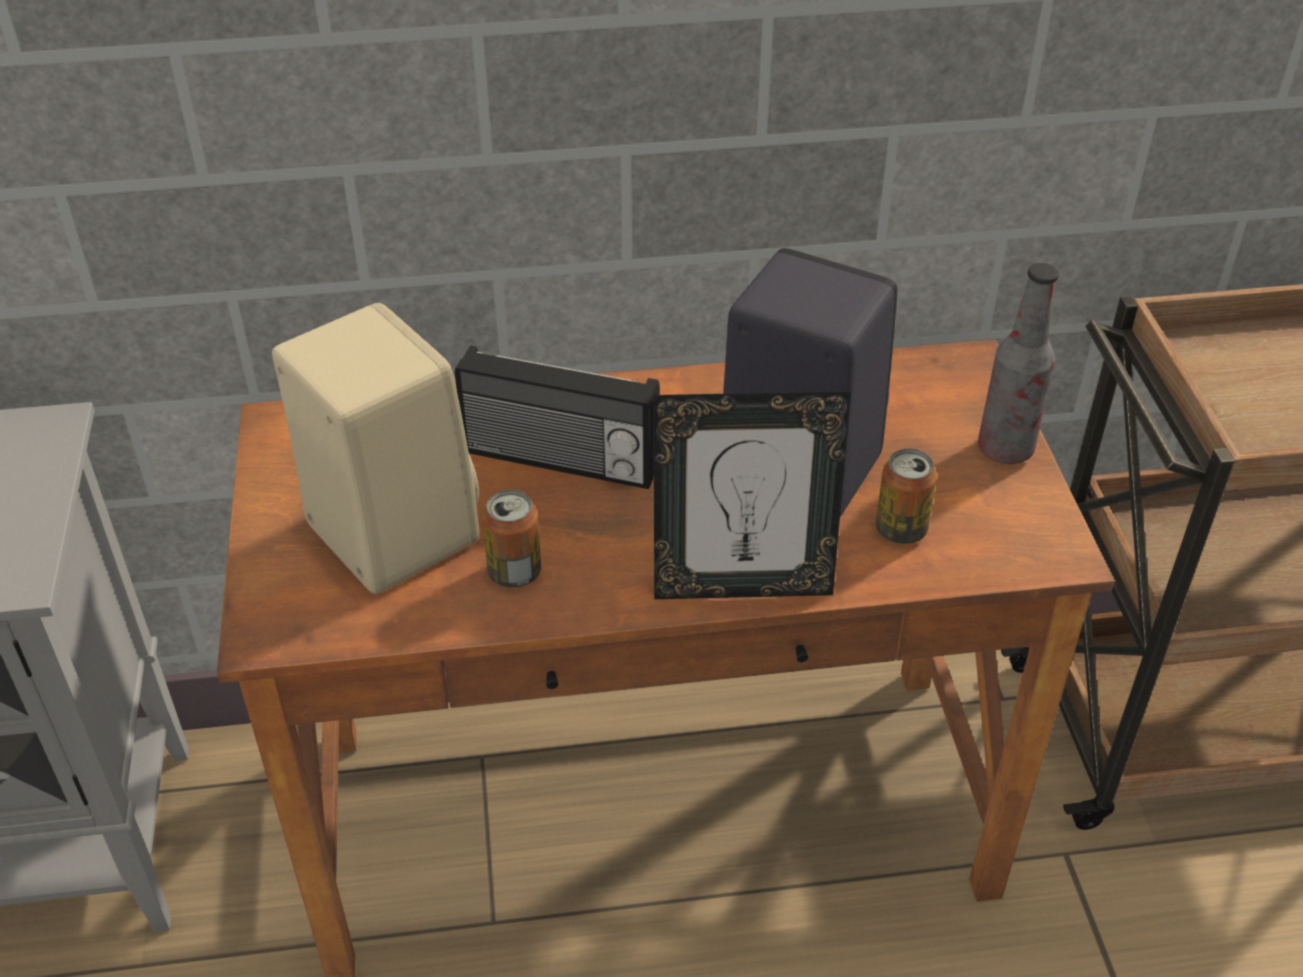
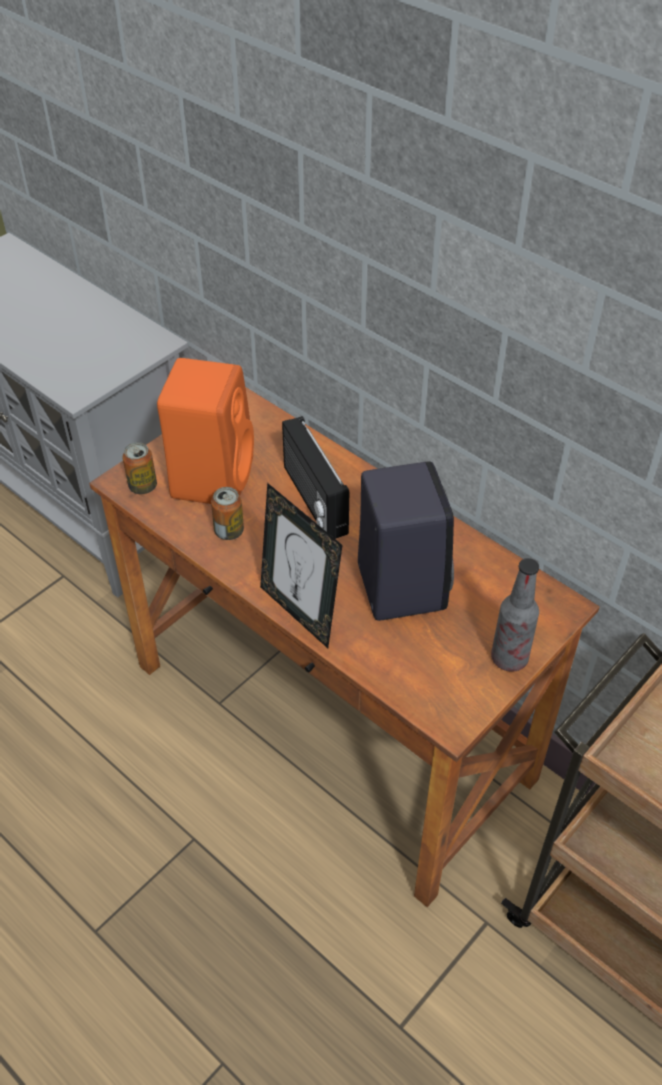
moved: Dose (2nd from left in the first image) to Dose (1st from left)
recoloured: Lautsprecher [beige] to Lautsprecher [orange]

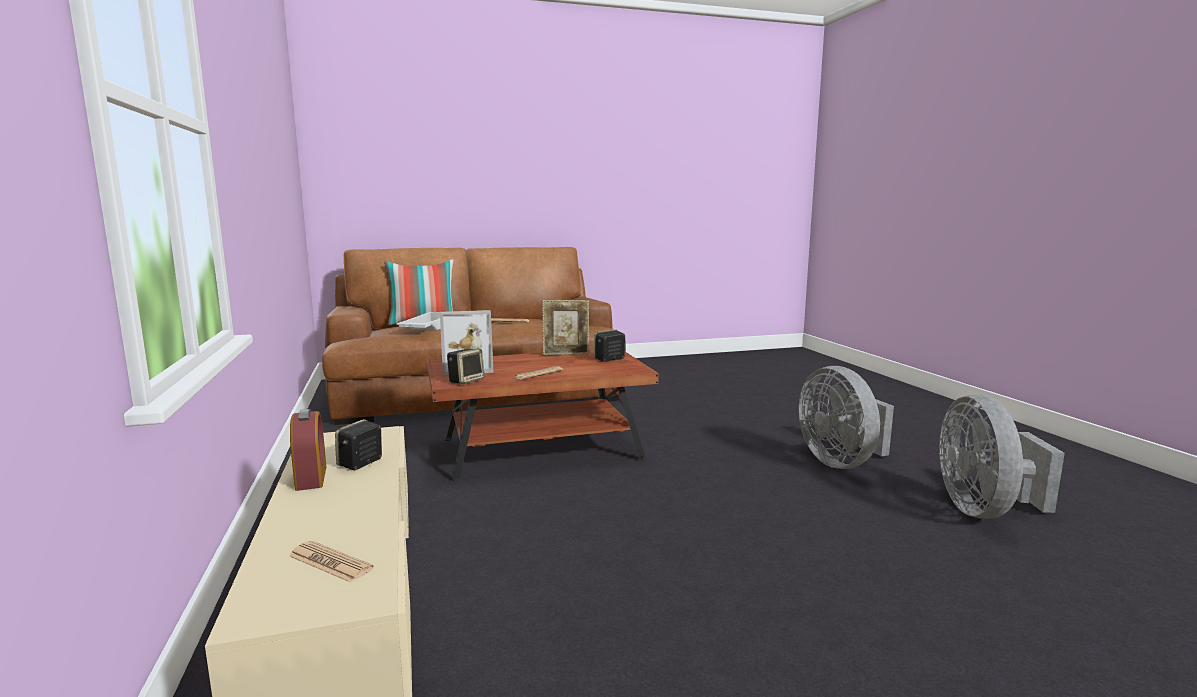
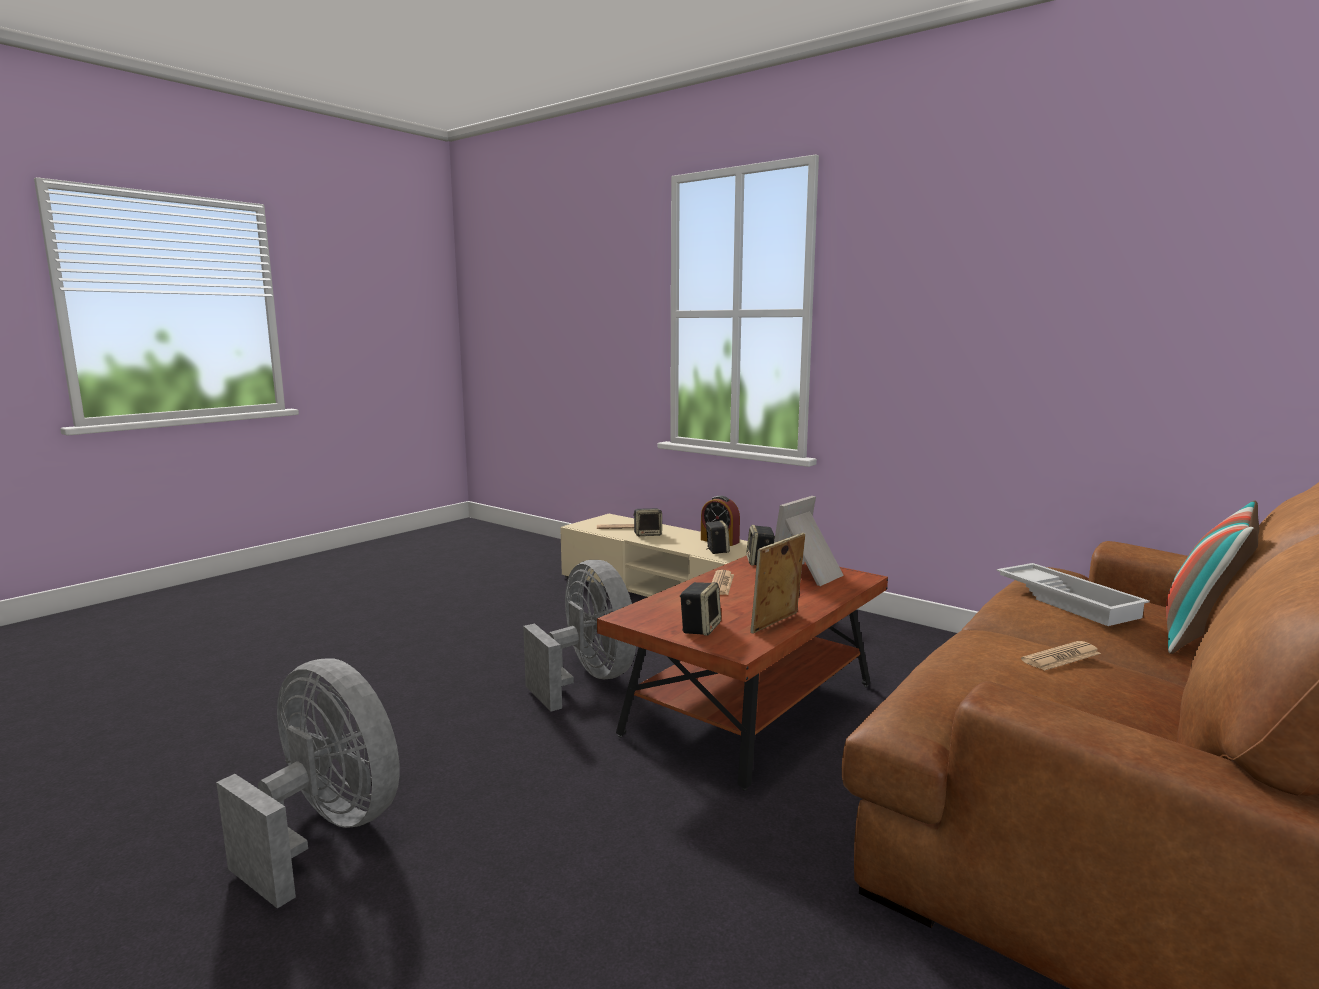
added: Lautsprecher (1st from left)
moved: Ventilator [grau] (2nd from left)

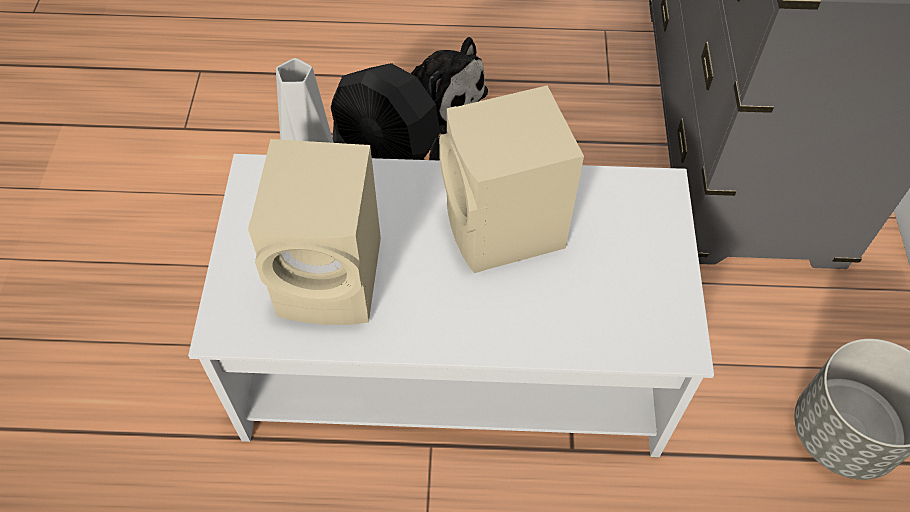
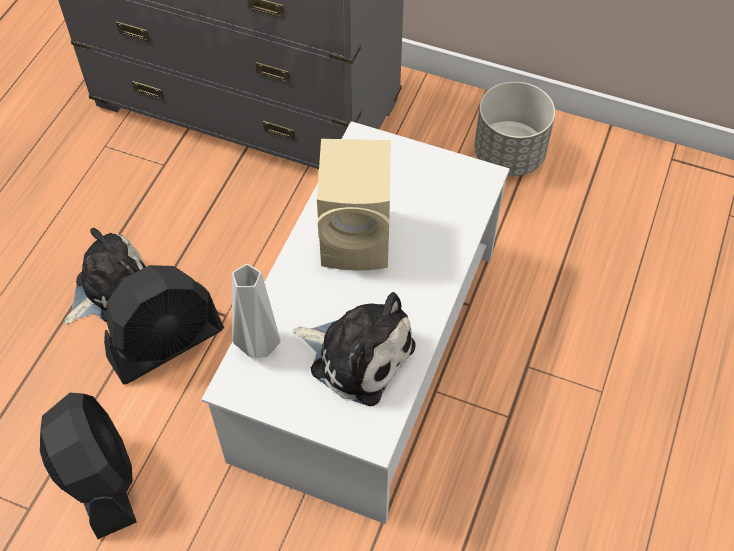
added: Ventilator [schwarz] (1st from left)
replaced: Lautsprecher [beige] (1st from left) to Plüschtier (2nd from left)

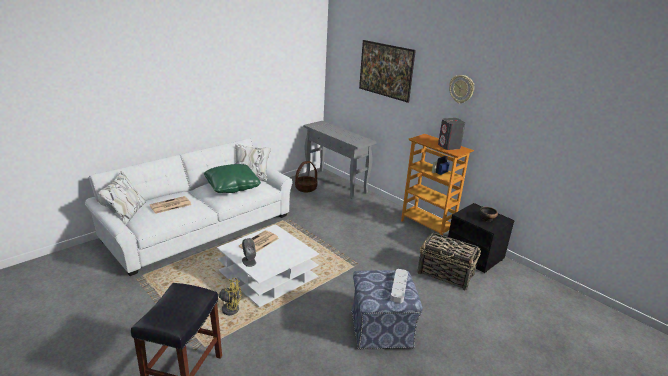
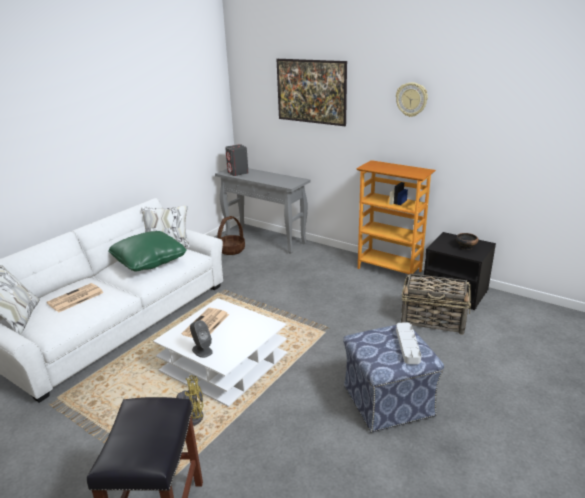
moved: Lautsprecher [grau] (2nd from left)

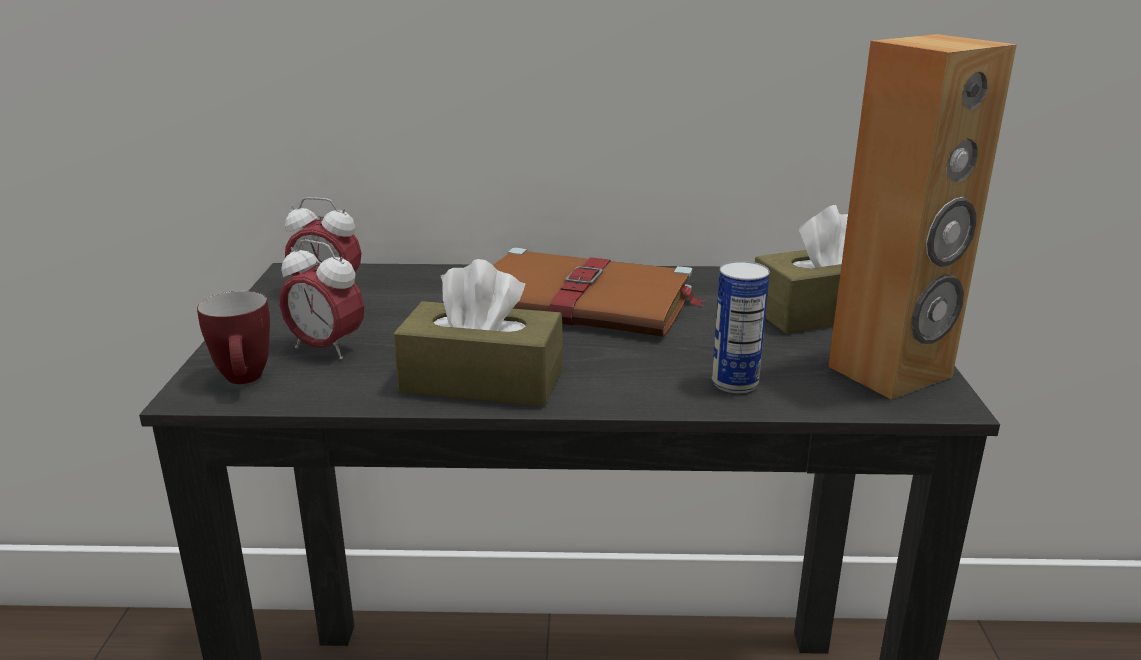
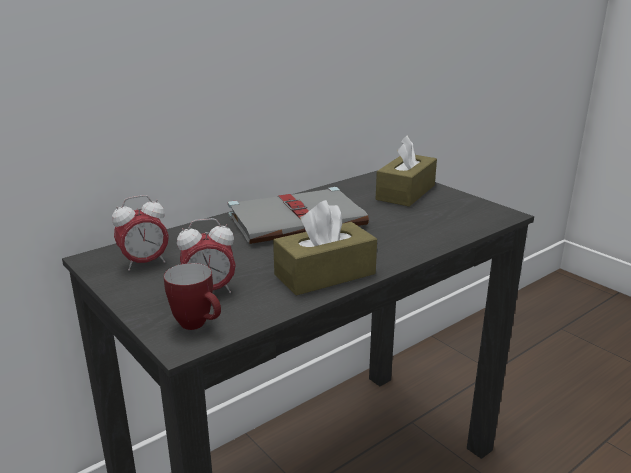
removed: Dose; Lautsprecher [braun]
recoloured: Buch [braun] to Buch [grau]

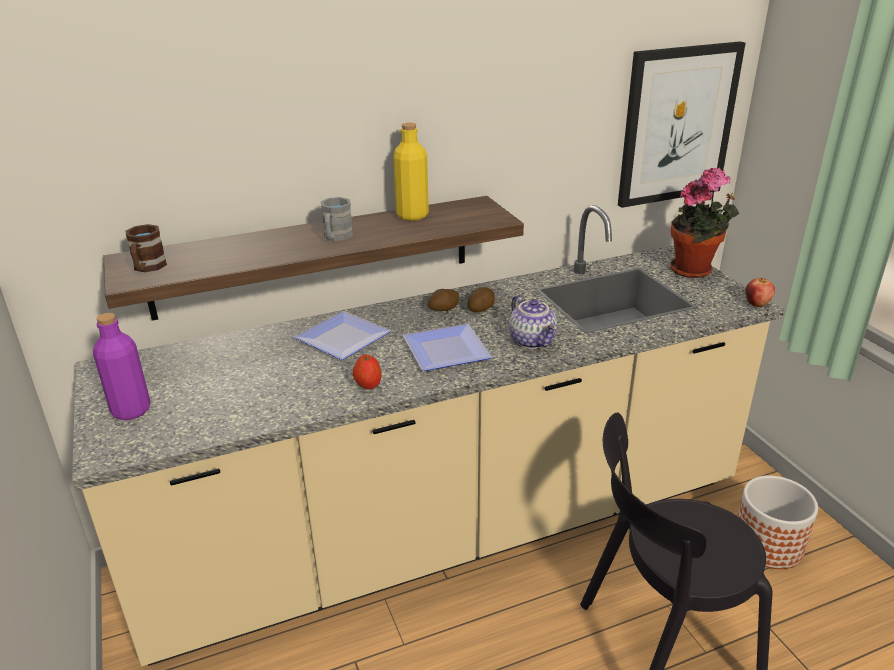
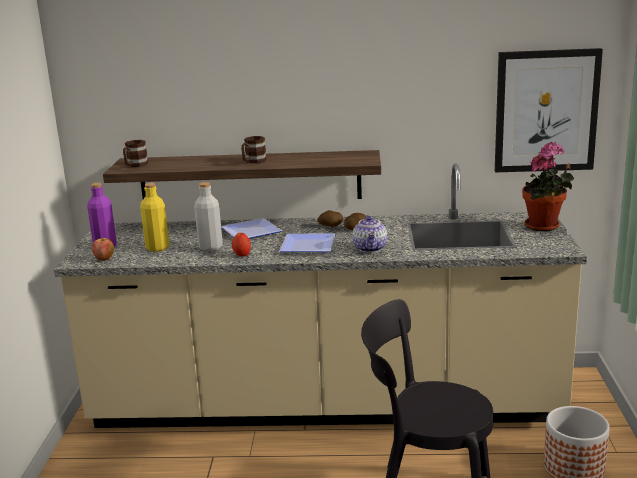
added: Flasche [grau]
moved: Flasche [gelb]; Apfel (2nd from left in the first image) to Apfel (1st from left)
recoloured: Henkelbecher [grau] to Henkelbecher [braun] (2nd from left)

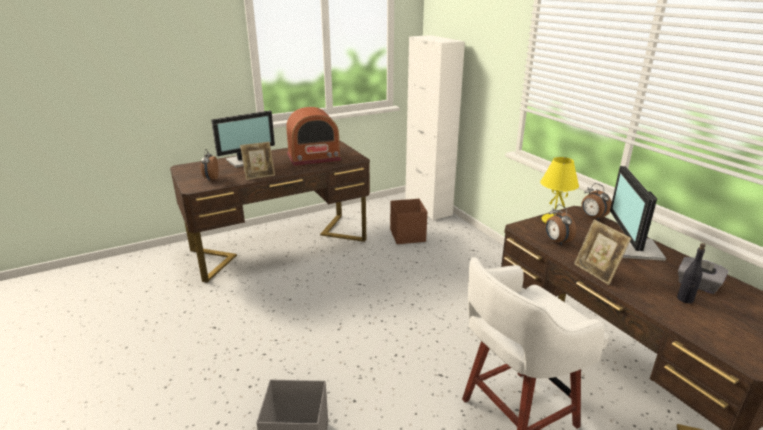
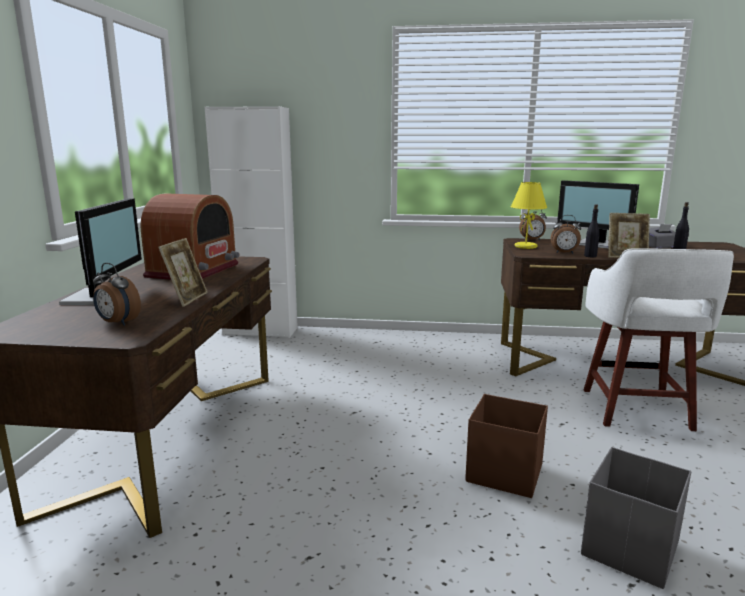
added: Flasche [schwarz] (1st from left)
moved: Aufbewahrungsbox [braun]

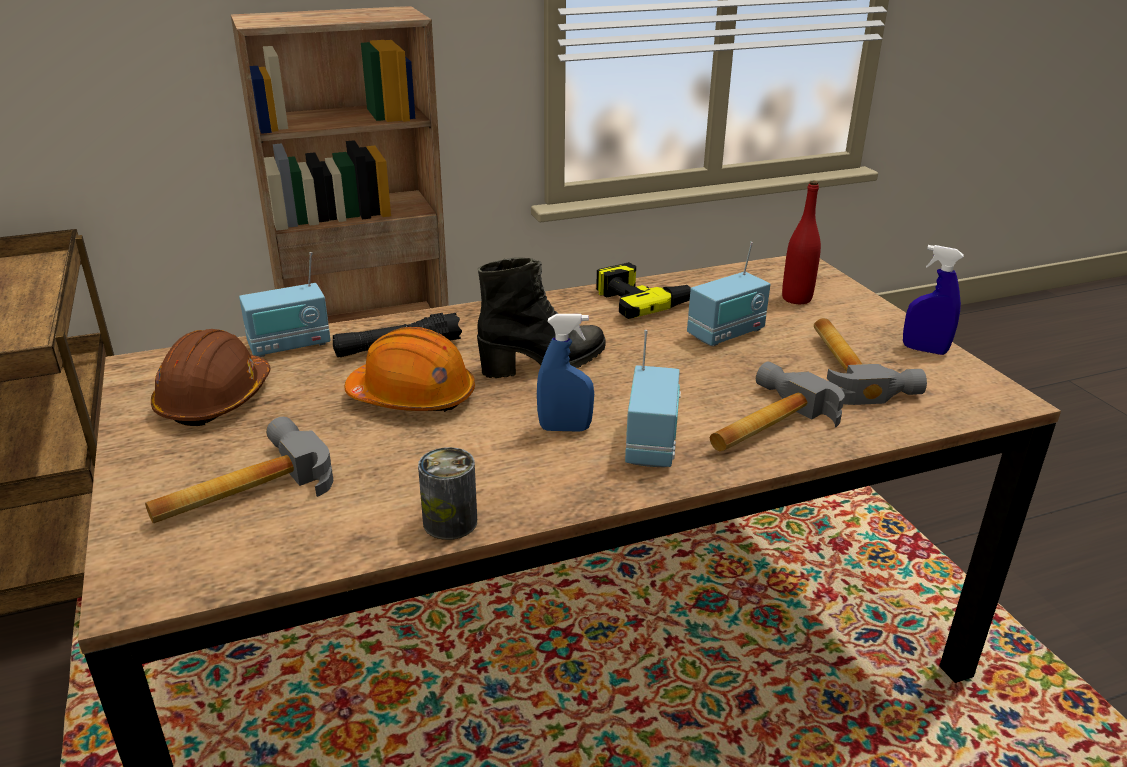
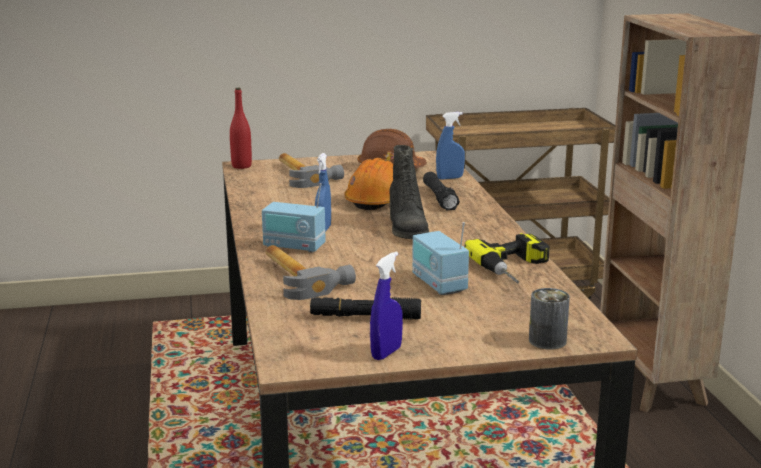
moved: Dose; Flasche [rot]
replaced: Radio (1st from left) to Sprühflasche [blau] (3rd from left); Hammer (3rd from left) to Taschenlampe [schwarz] (1st from left)

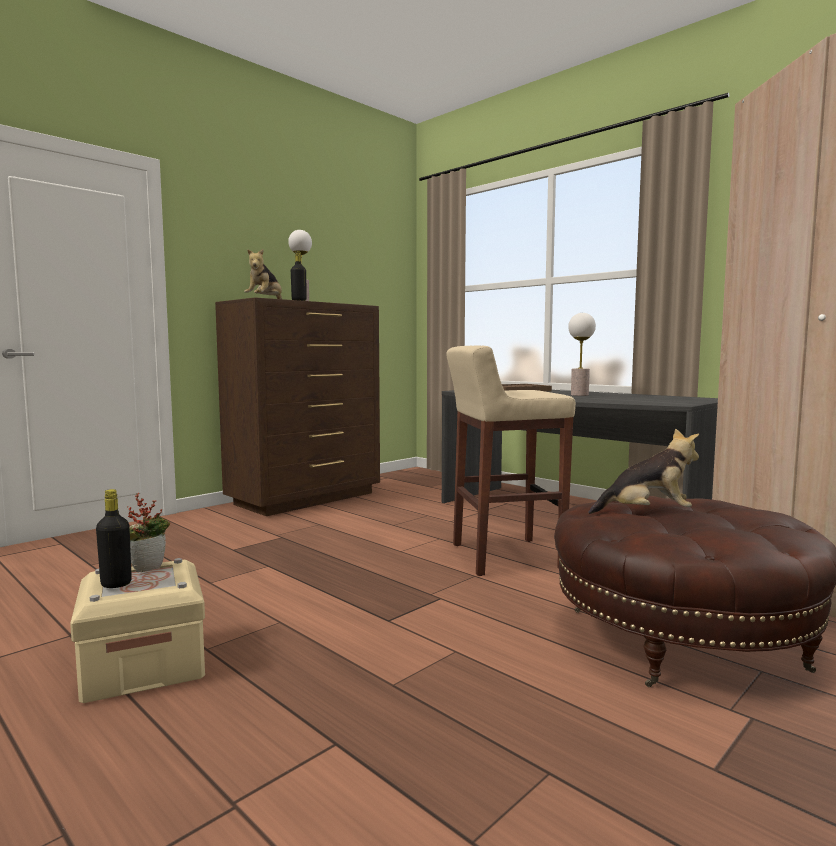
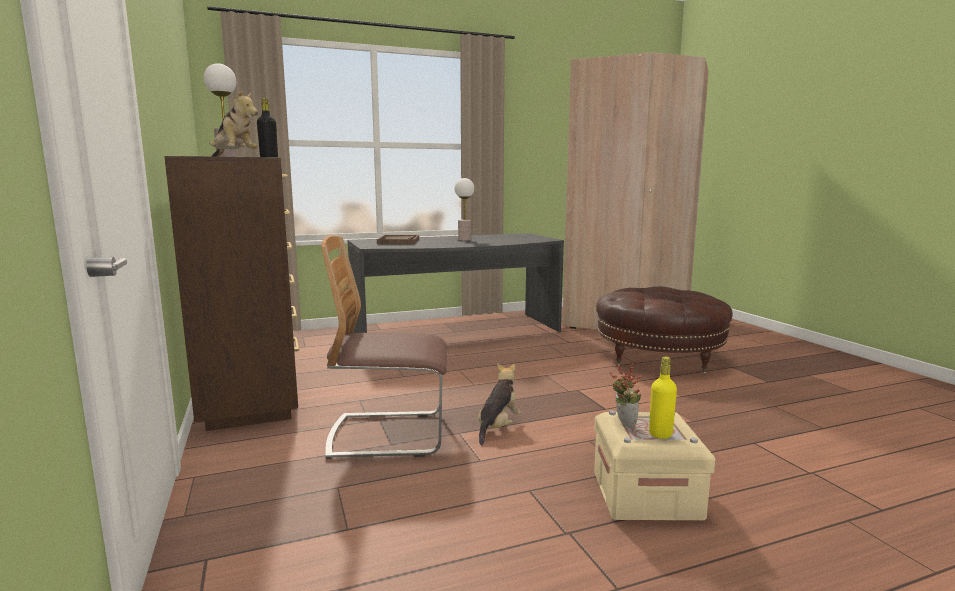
removed: Hocker [beige]
added: Stuhl
moved: Plüschtier (2nd from left)
recoloured: Flasche [schwarz] (1st from left) to Flasche [gelb]

